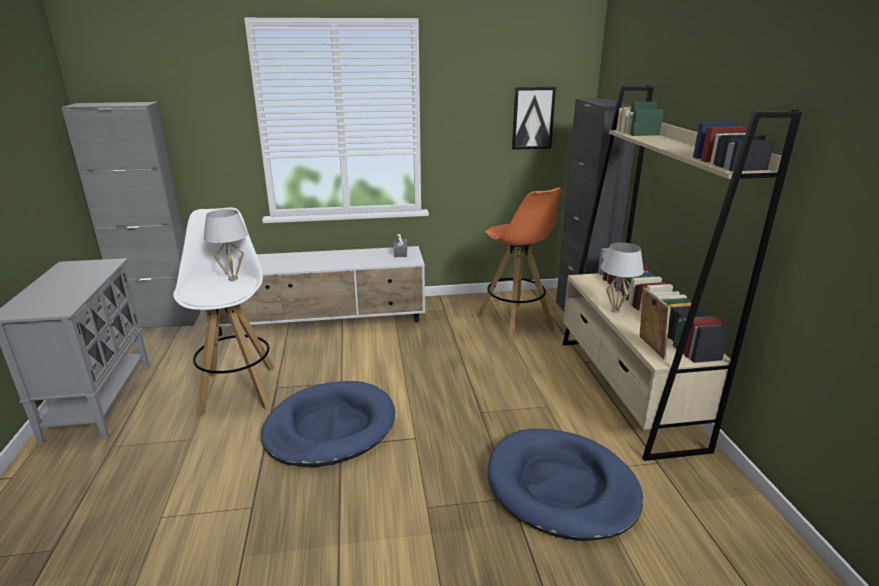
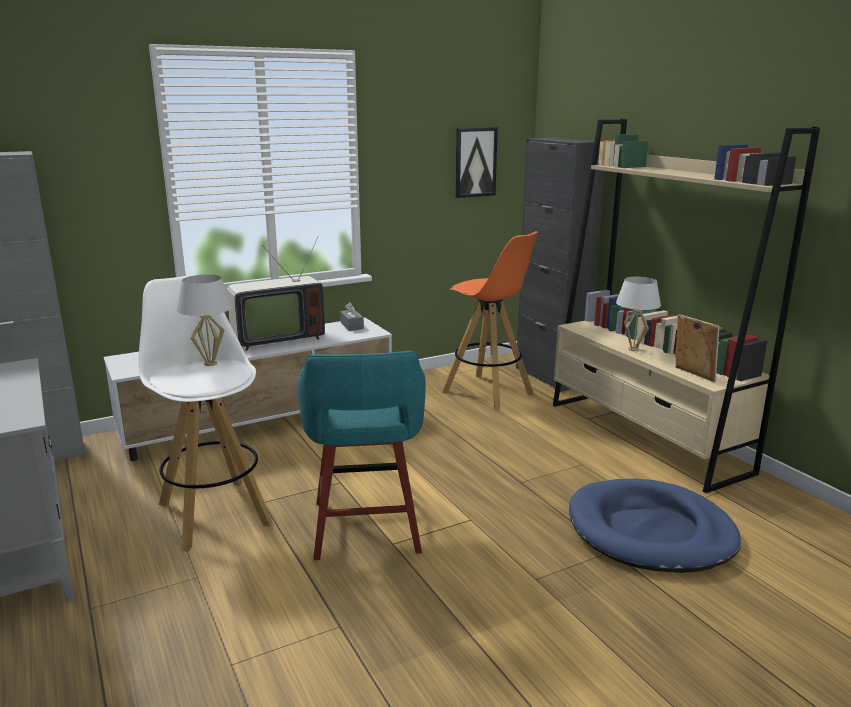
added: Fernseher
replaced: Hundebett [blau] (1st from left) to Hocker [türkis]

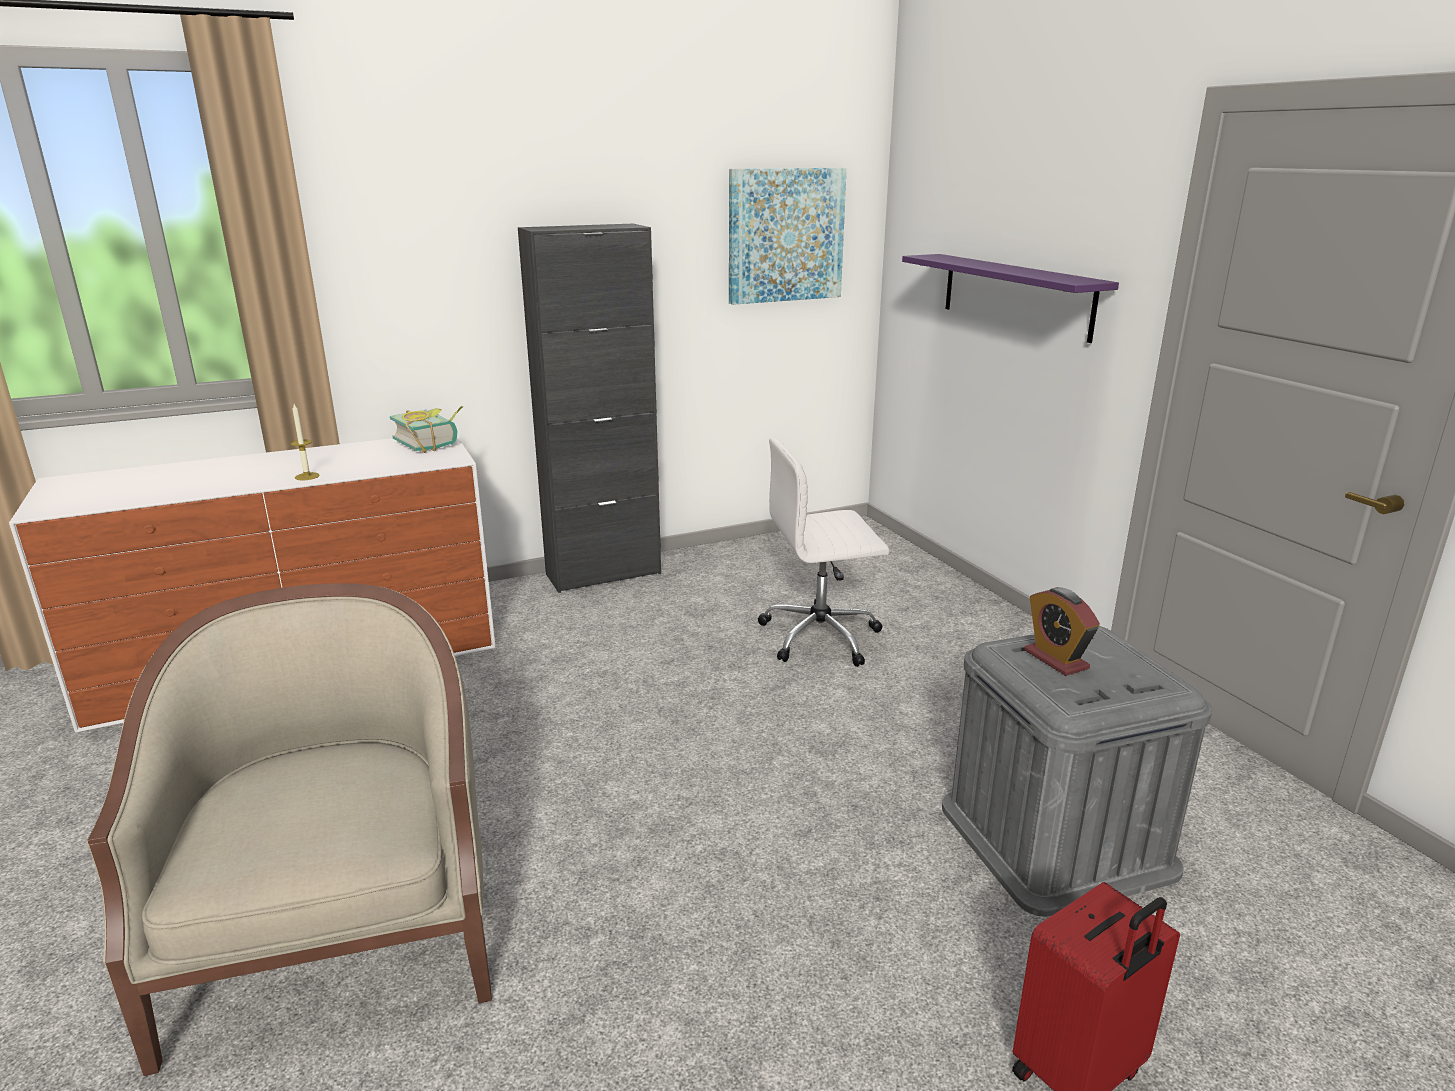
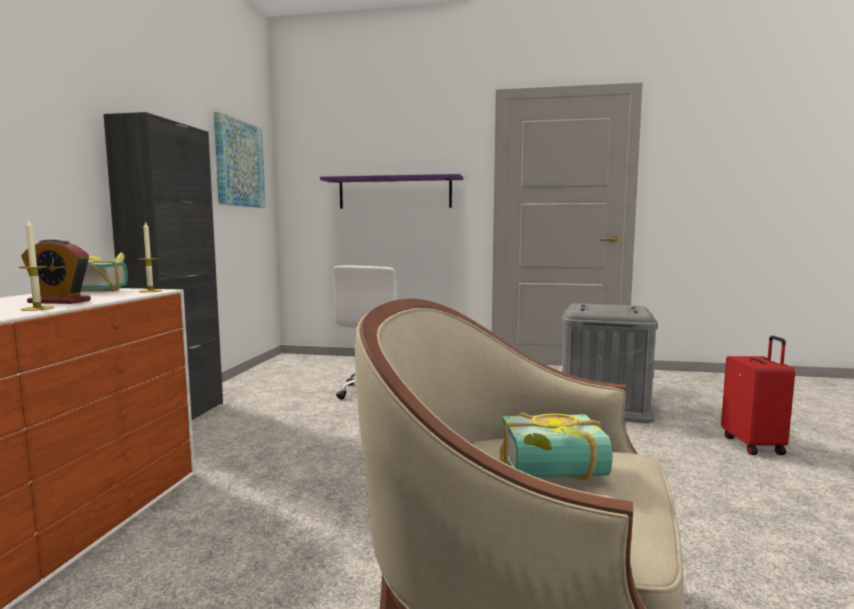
added: Kerze (2nd from left); Buch (2nd from left)
moved: Wecker

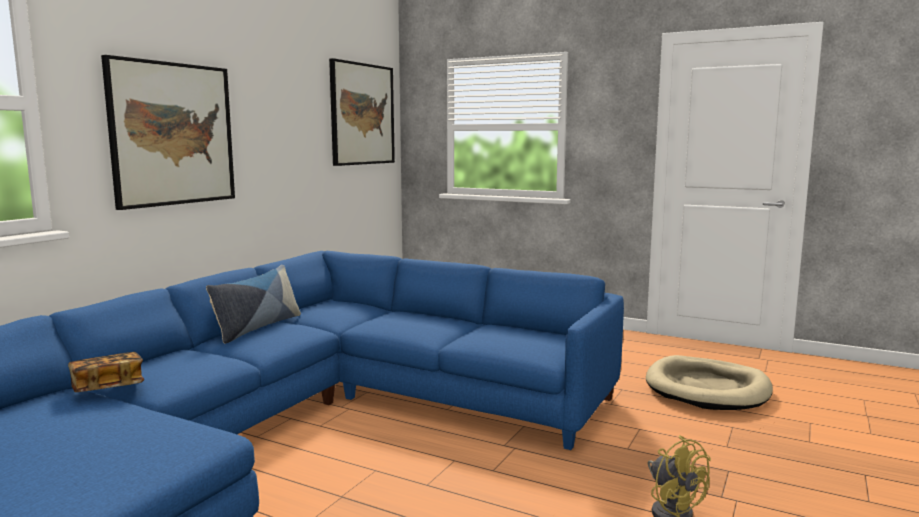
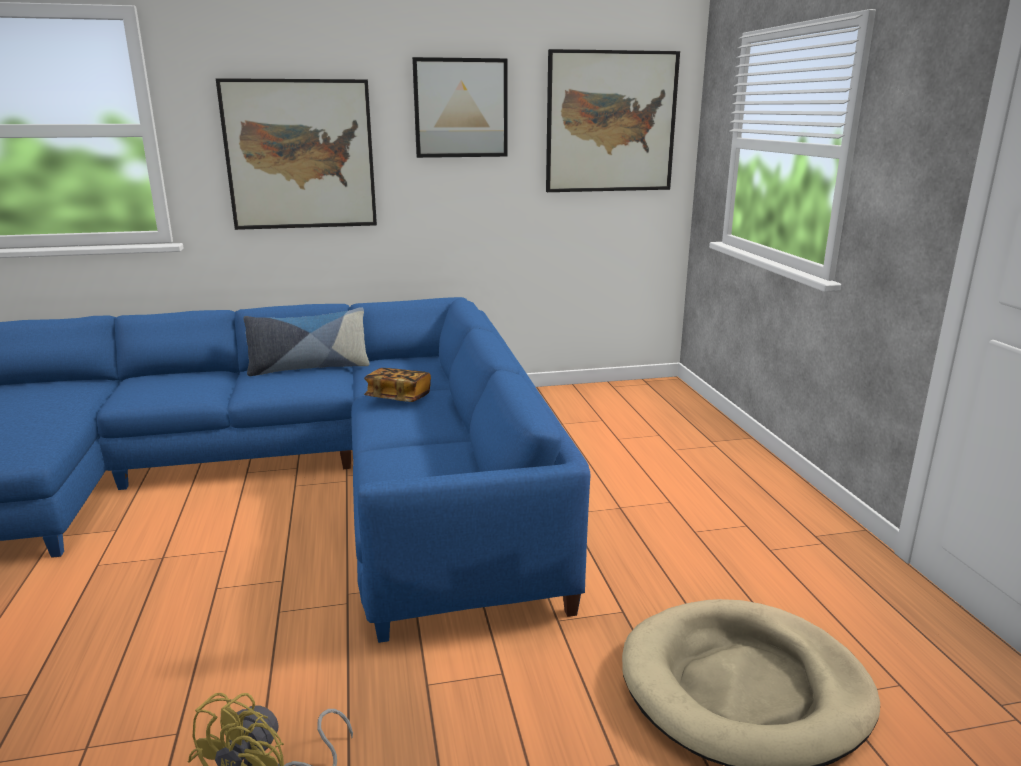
added: Bild (2nd from left)
moved: Buch

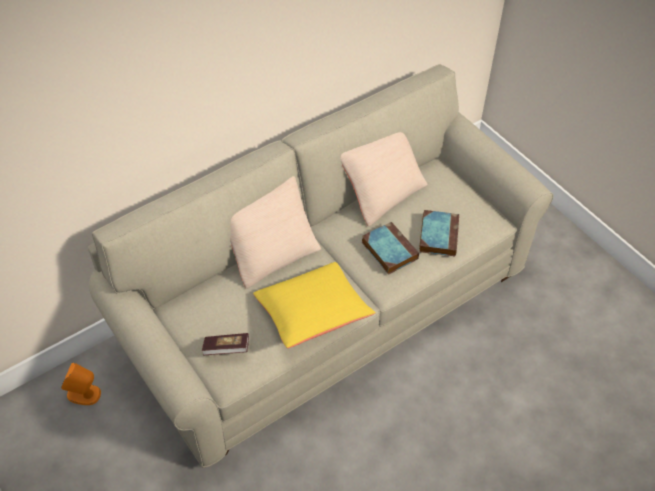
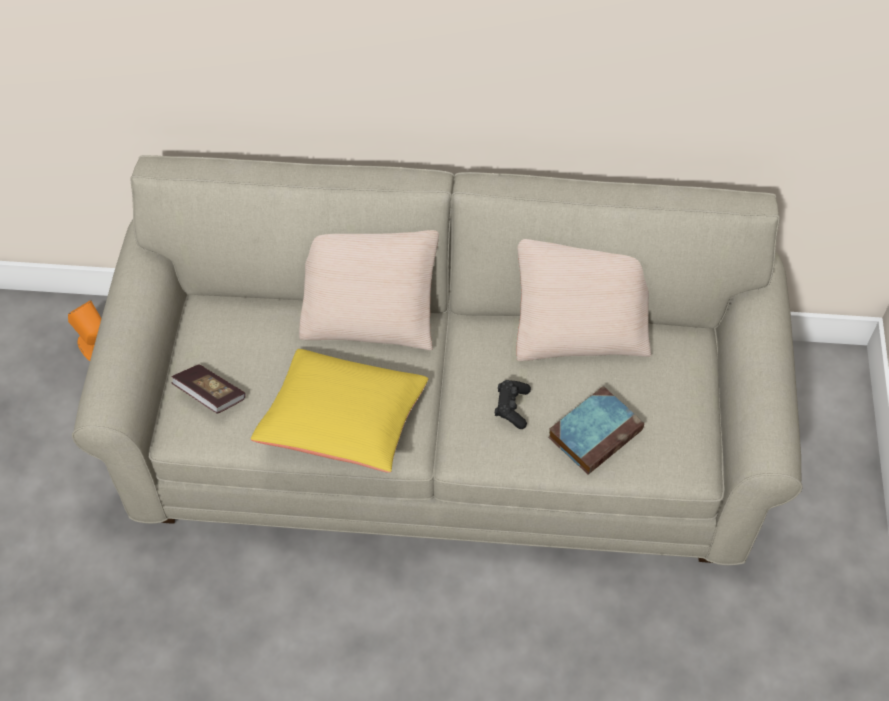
replaced: Buch (2nd from left) to Gamepad [schwarz]

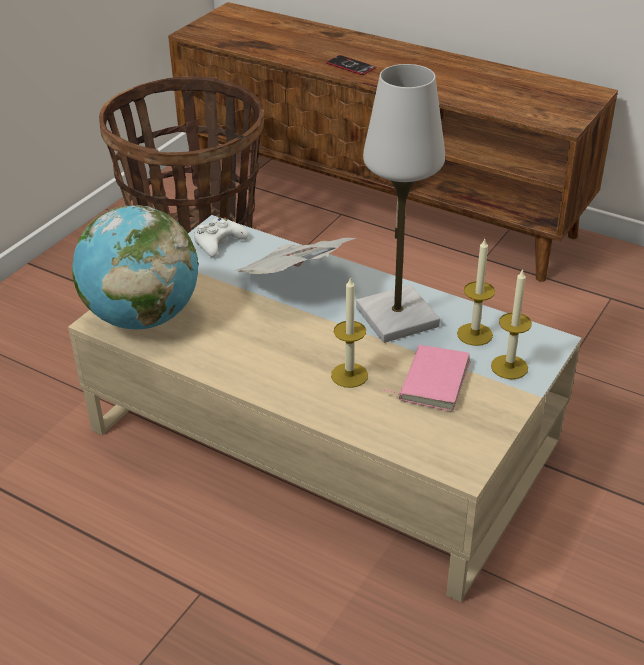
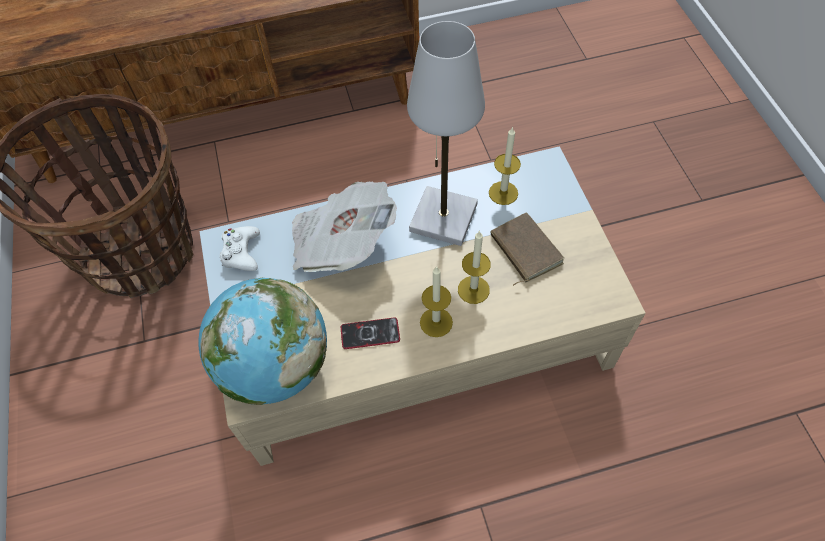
moved: Handy; Kerze (3rd from left in the first image) to Kerze (1st from left)
recoloured: Buch [rosa] to Buch [braun]

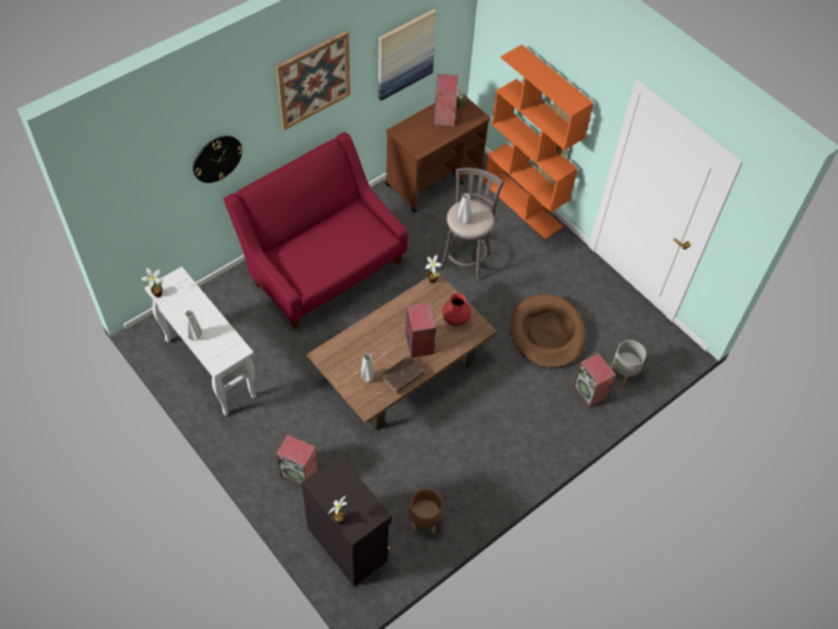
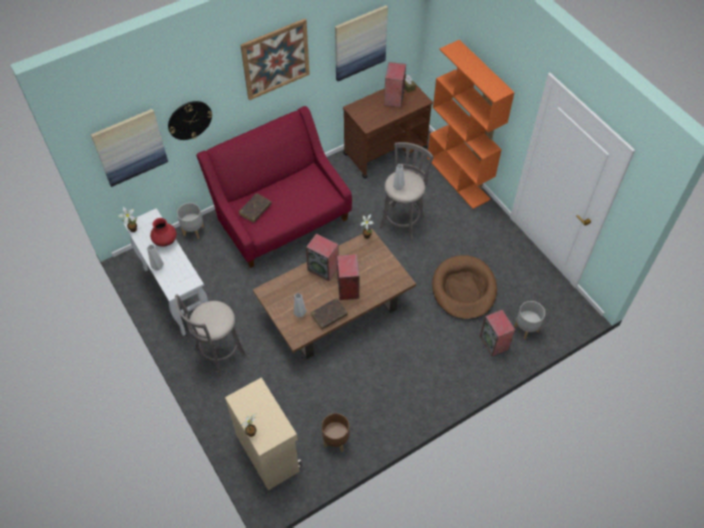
added: Bild (1st from left); Hocker [grau] (1st from left); Pflanzkübel [grau] (1st from left); Buch [braun] (1st from left)
moved: Lautsprecher (1st from left); Vase [rot]
recoloured: Schrank [schwarz] to Schrank [beige]

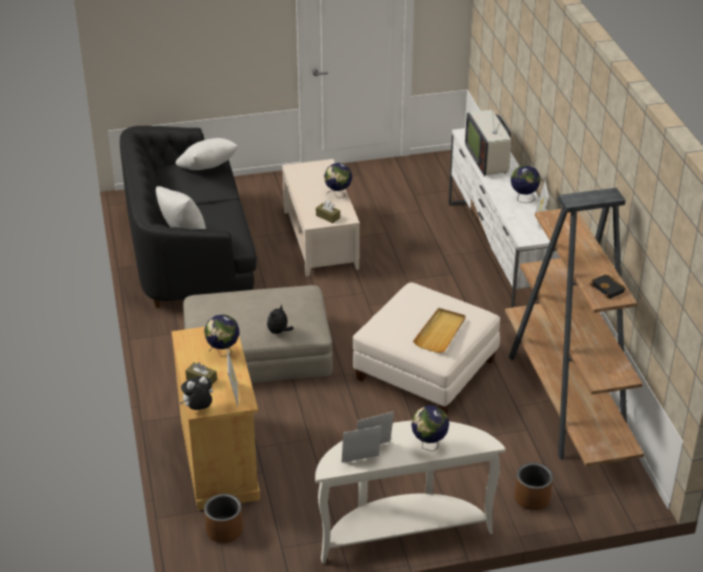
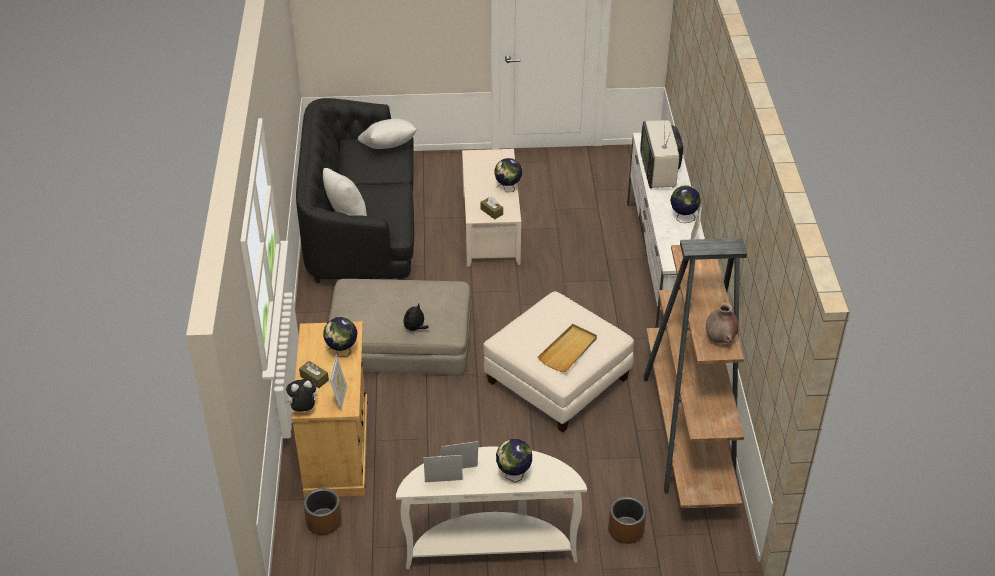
replaced: Buch [schwarz] to Vase [braun]

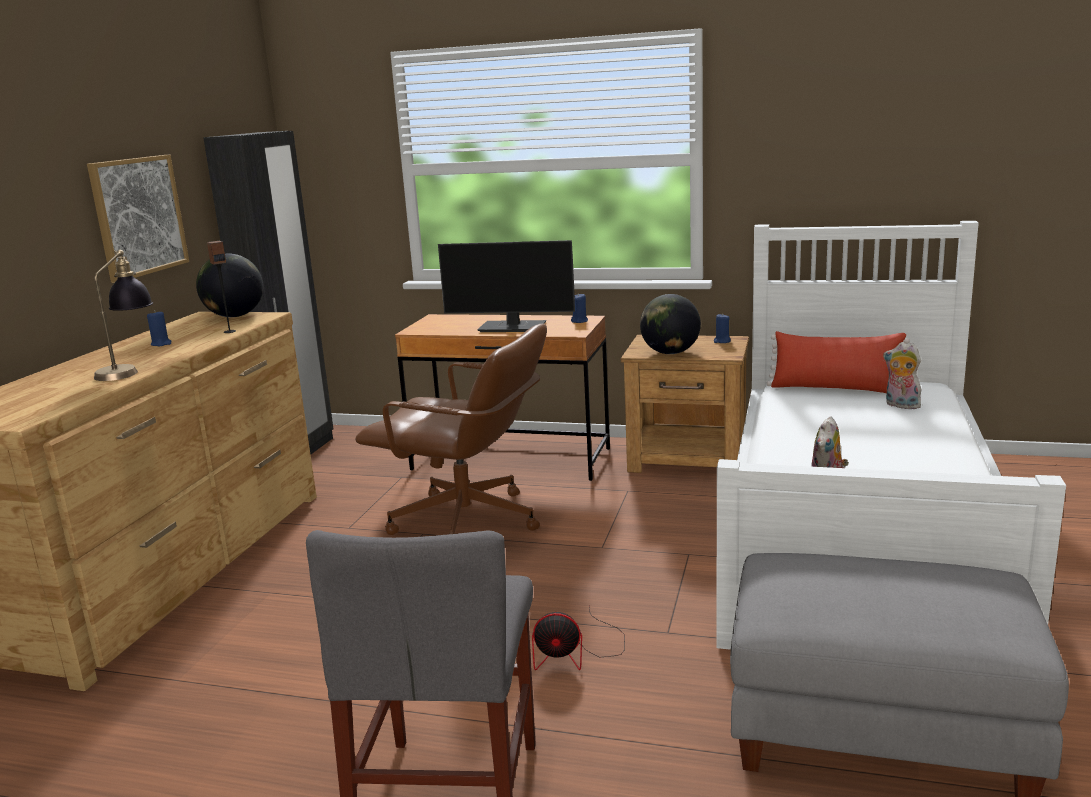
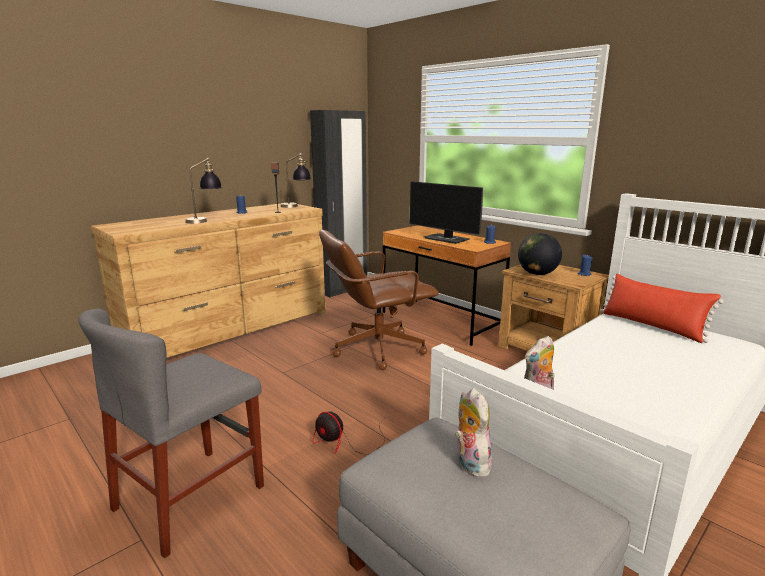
removed: Bild
moved: Plüschtier (2nd from left in the first image) to Plüschtier (1st from left)
replaced: Globus (1st from left) to Tischlampe (2nd from left)
turned: Bürostuhl [braun] 105 degrees clockwise

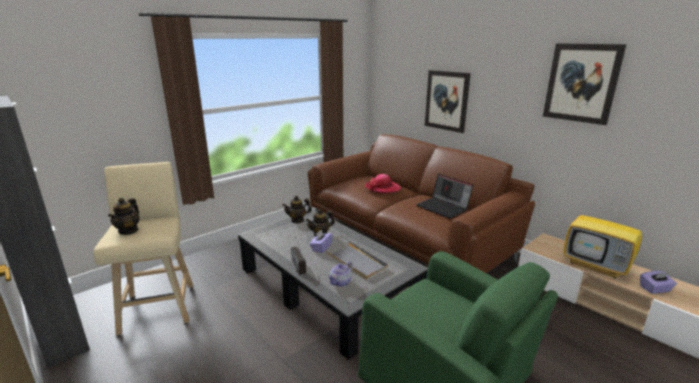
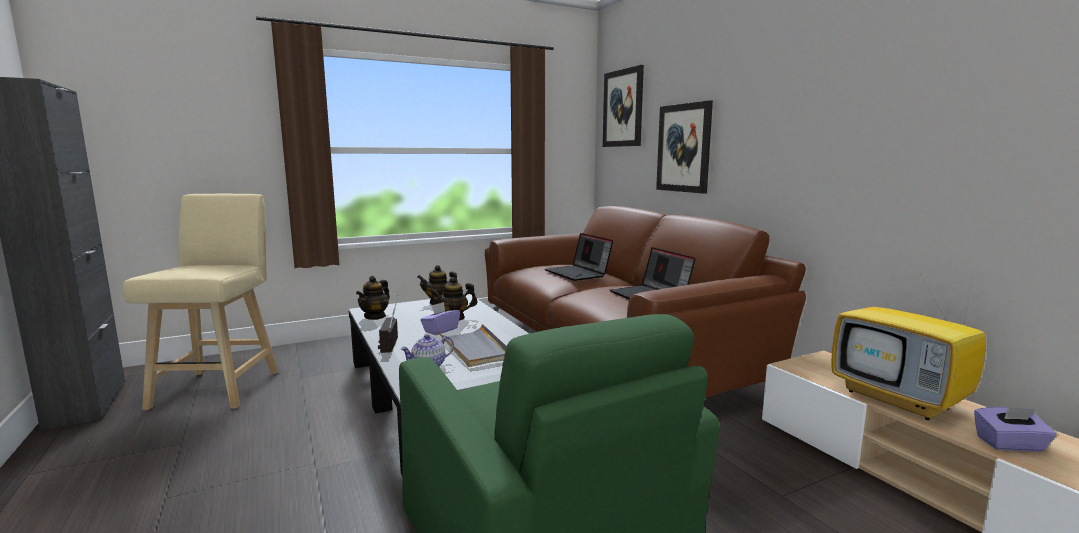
moved: Teekanne (1st from left); Bild (2nd from left in the first image) to Bild (1st from left)
replaced: Hut to Laptop (1st from left)

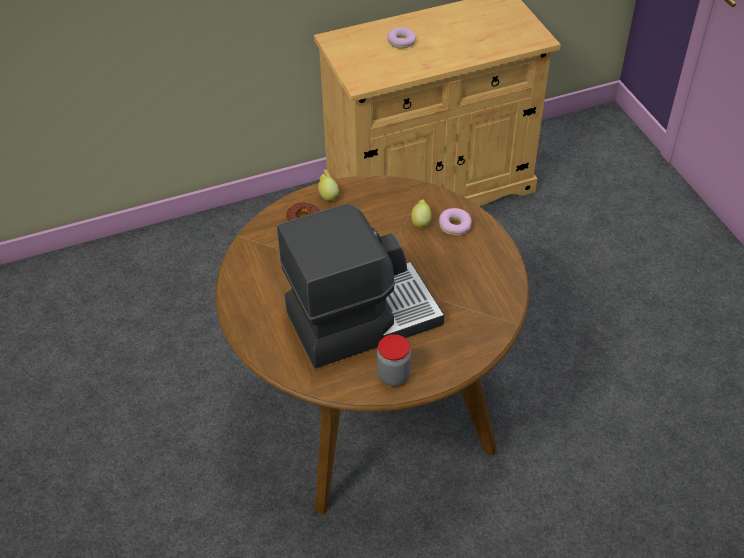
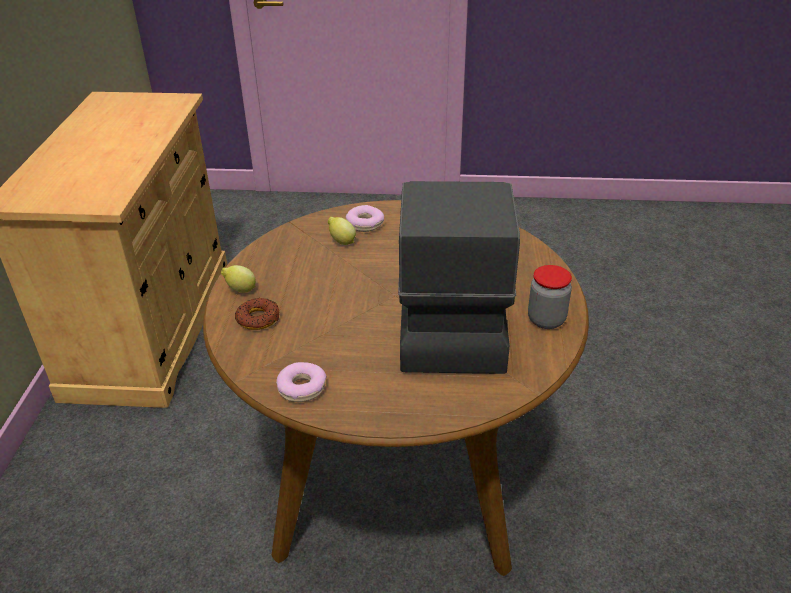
moved: Donut (2nd from left)

